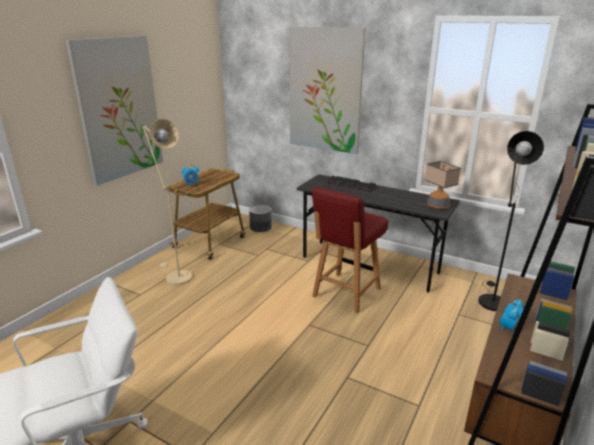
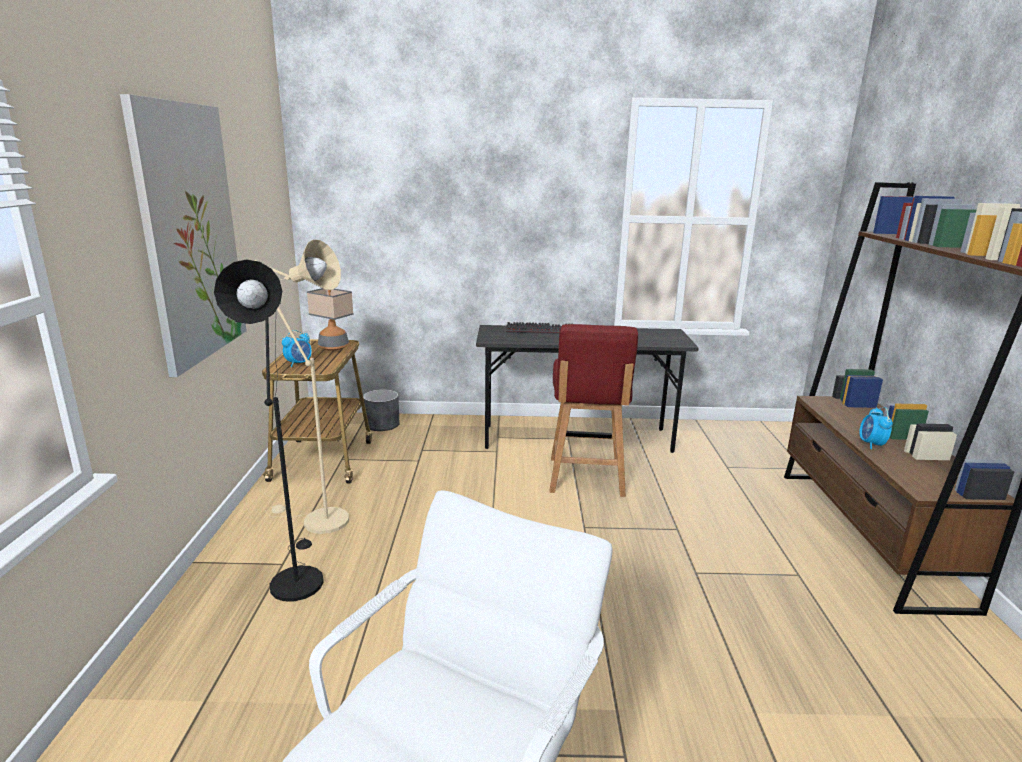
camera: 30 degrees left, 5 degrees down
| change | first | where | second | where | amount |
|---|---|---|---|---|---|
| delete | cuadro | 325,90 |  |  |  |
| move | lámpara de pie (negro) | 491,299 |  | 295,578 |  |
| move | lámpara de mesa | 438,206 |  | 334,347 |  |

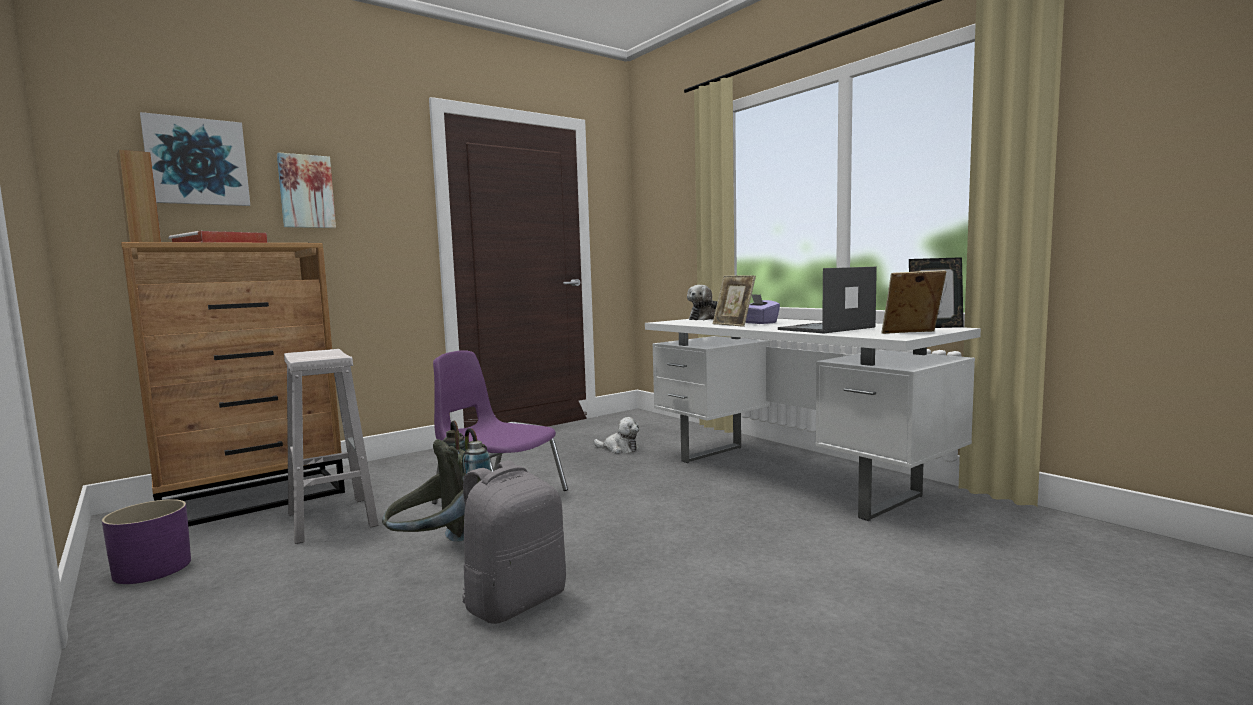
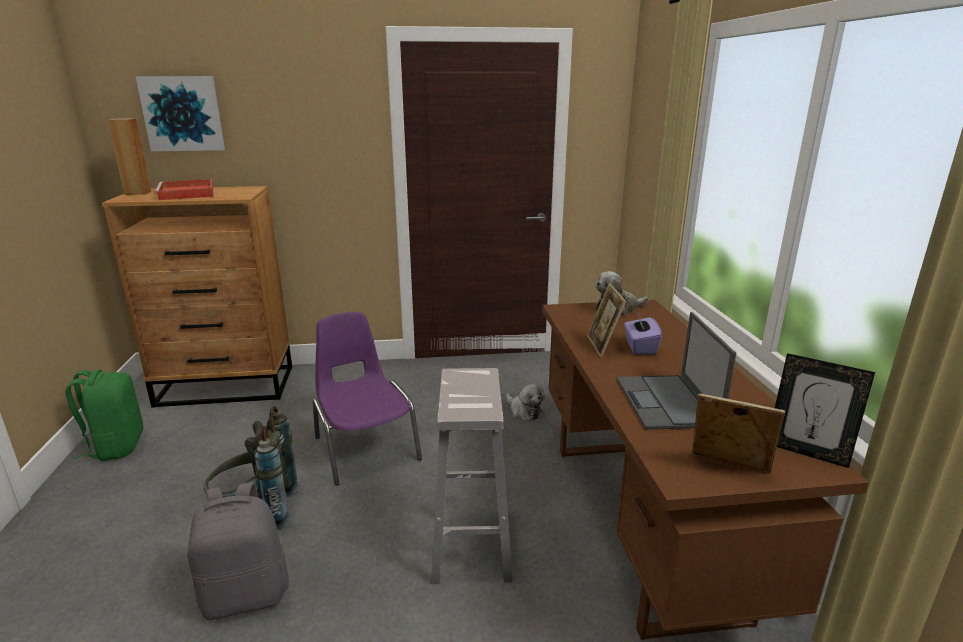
camera: 30 degrees right, 15 degrees up
| change | first | where | second | where | amount |
|---|---|---|---|---|---|
| delete | cuadro | 306,191 |  |  |  |
| rotate | portátil | 826,328 |  | 667,402 | 90 degrees counterclockwise |
| recolor | escritorio (blanco) | 791,477 | escritorio (marrón) | 641,523 |  |
| move | taburete (blanco) | 331,519 |  | 471,544 |  |
| replace | maceta (morado) | 152,569 | mochila (verde) | 116,446 |  |

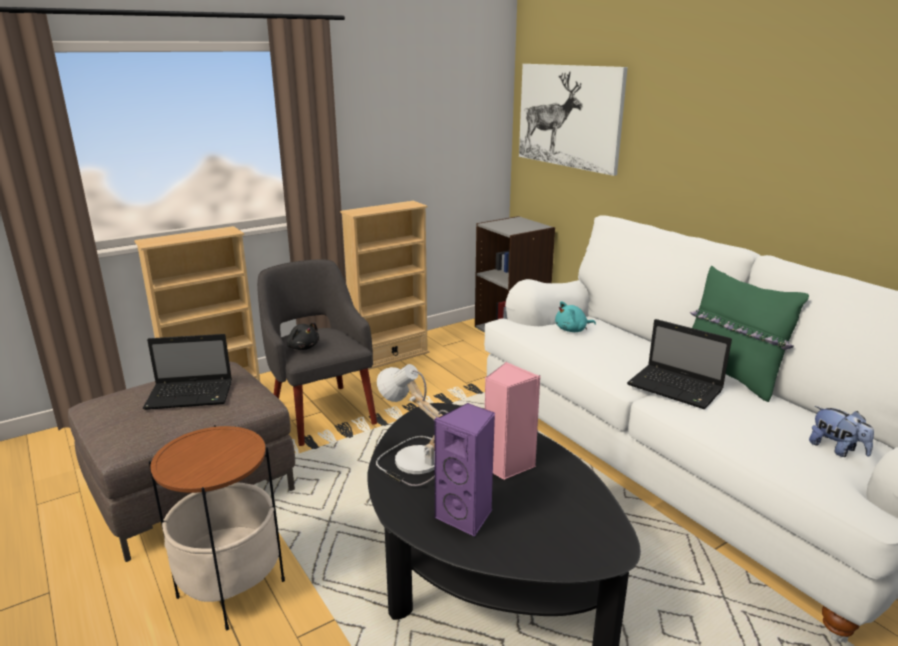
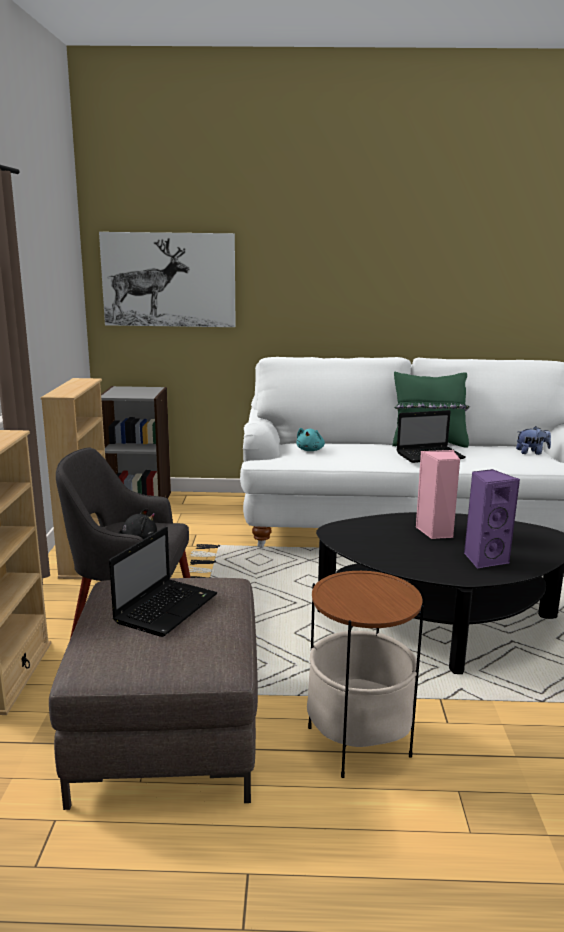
camera: 55 degrees left, 5 degrees down
| change | first | where | second | where | amount |
|---|---|---|---|---|---|
| delete | lámpara de mesa | 412,461 |  |  |  |

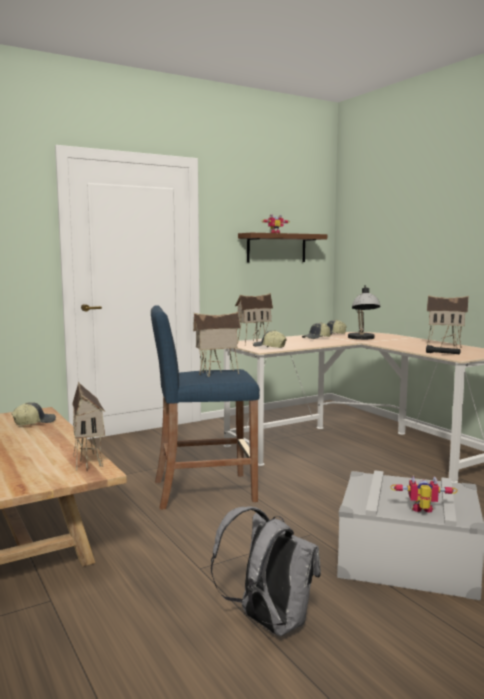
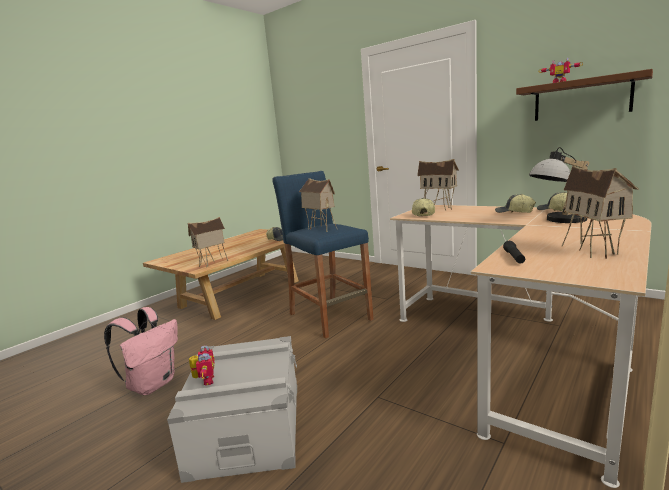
camera: 70 degrees right, 5 degrees up
| change | first | where | second | where | amount |
|---|---|---|---|---|---|
| recolor | mochila (gris) | 268,622 | mochila (rosa) | 153,384 |  |

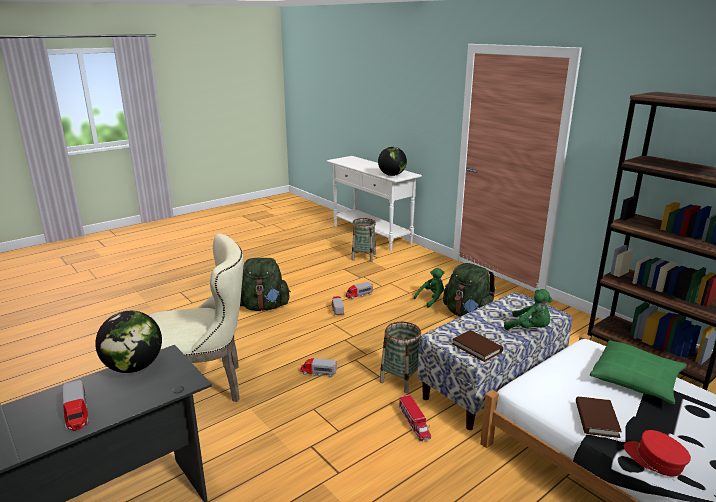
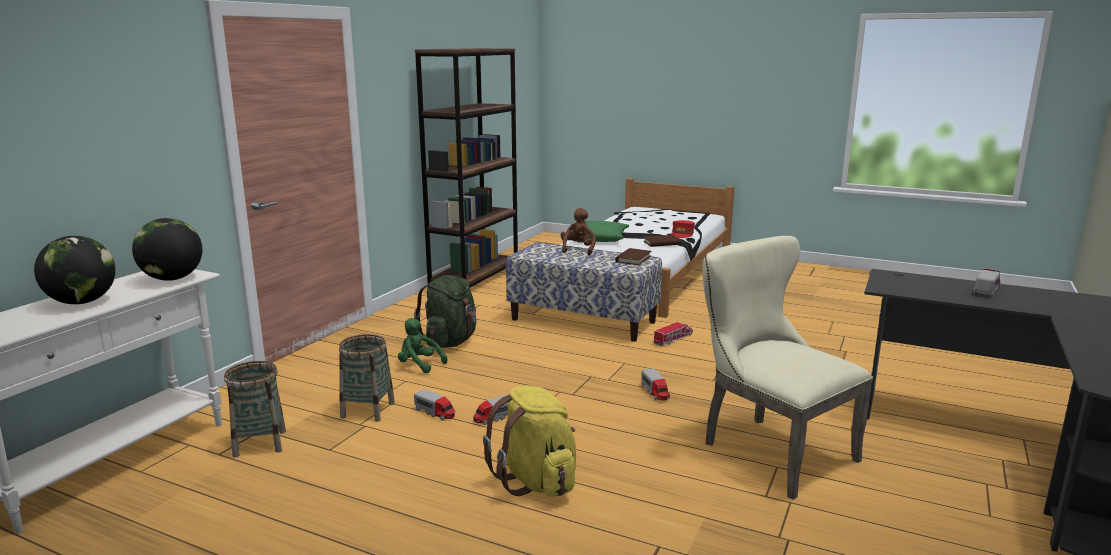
camera: 115 degrees left, 5 degrees down
| change | first | where | second | where | amount |
|---|---|---|---|---|---|
| recolor | mochila (verde) | 263,307 | mochila (amarillo) | 536,481 |  |
| recolor | peluche (verde) | 530,328 | peluche (marrón) | 578,250 |  |
| move | globo terráqueo | 134,367 |  | 82,302 |  |
| move | cesta | 401,379 |  | 368,410 |  |

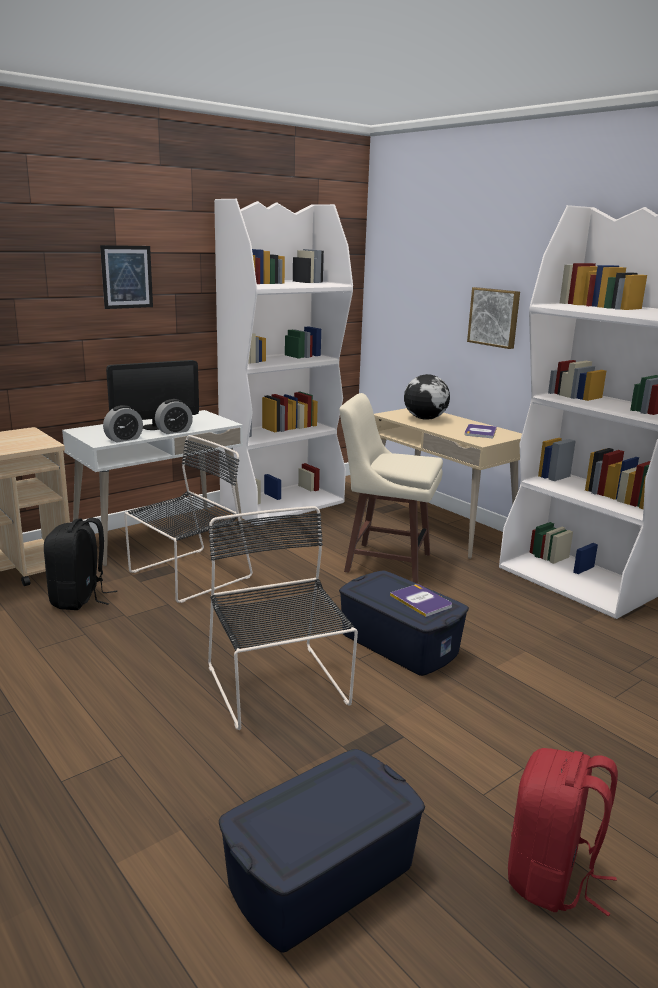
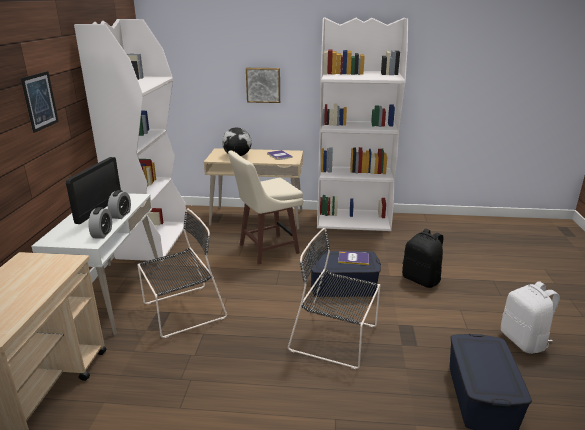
camera: 45 degrees left, 5 degrees up
| change | first | where | second | where | amount |
|---|---|---|---|---|---|
| rotate | silla (negro) | 187,576 |  | 181,311 | 60 degrees clockwise |
| move | mochila (negro) | 79,599 |  | 421,280 |  |
| recolor | mochila (rojo) | 552,877 | mochila (blanco) | 524,341 |  |

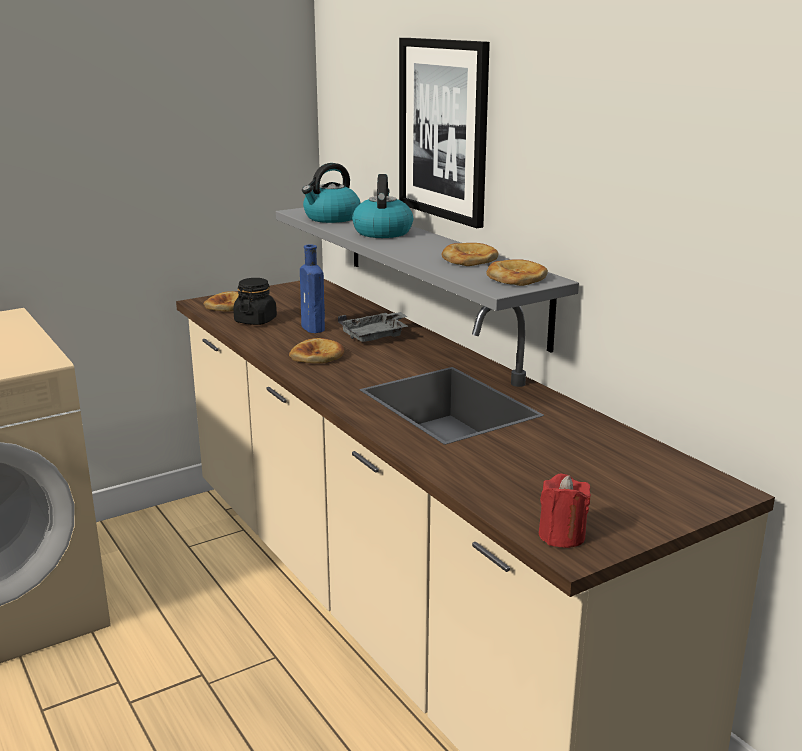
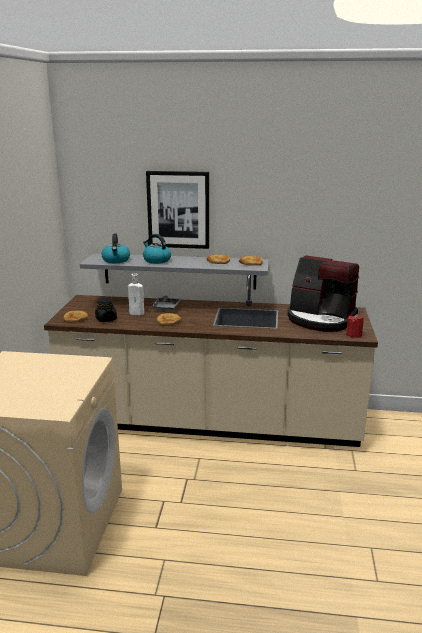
camera: 50 degrees left, 0 degrees up
| change | first | where | second | where | amount |
|---|---|---|---|---|---|
| recolor | botella (azul) | 314,329 | botella (blanco) | 138,313 |  |
| insert |  |  | cafetera | 320,319 |  |

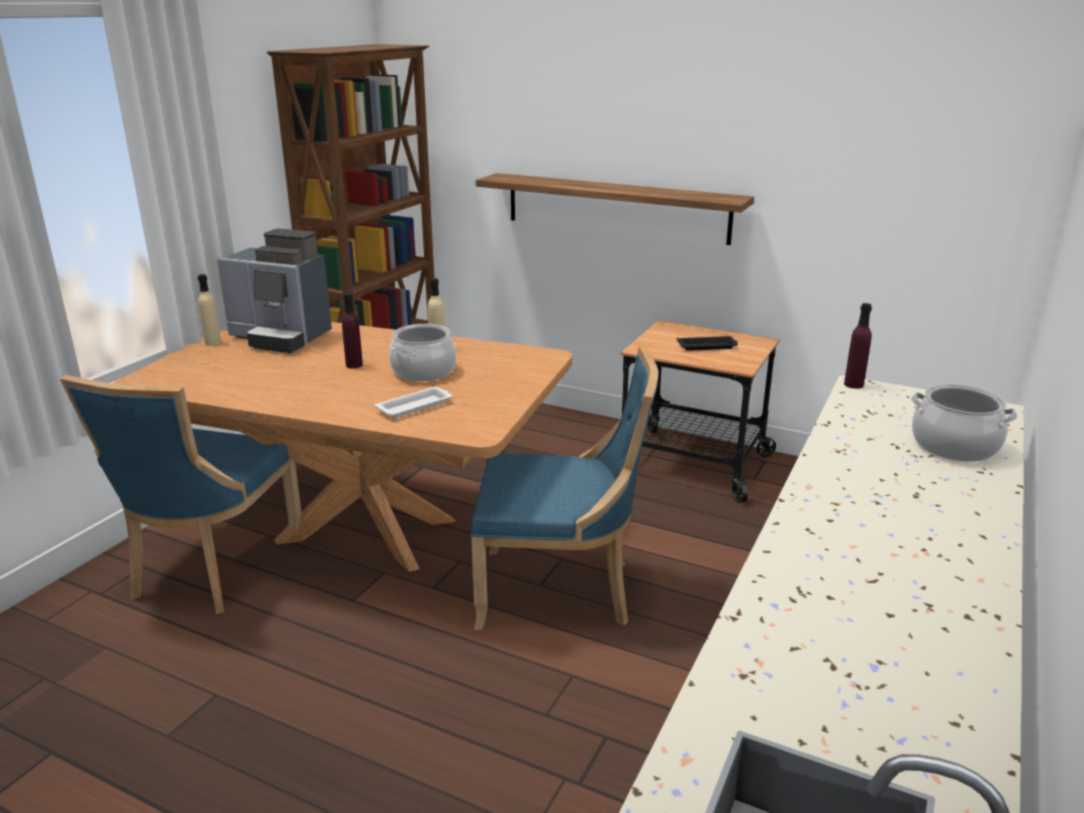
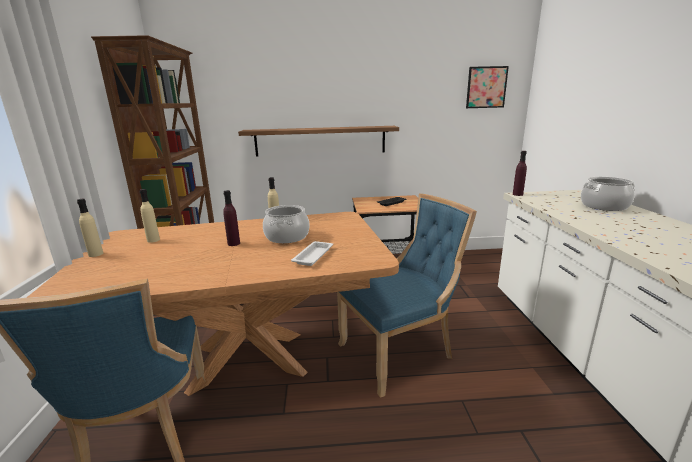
camera: 30 degrees left, 5 degrees down
| change | first | where | second | where | amount |
|---|---|---|---|---|---|
| replace | cafetera | 281,337 | botella (beis) | 153,240 |  |
| insert |  |  | cuadro | 486,87 |  |

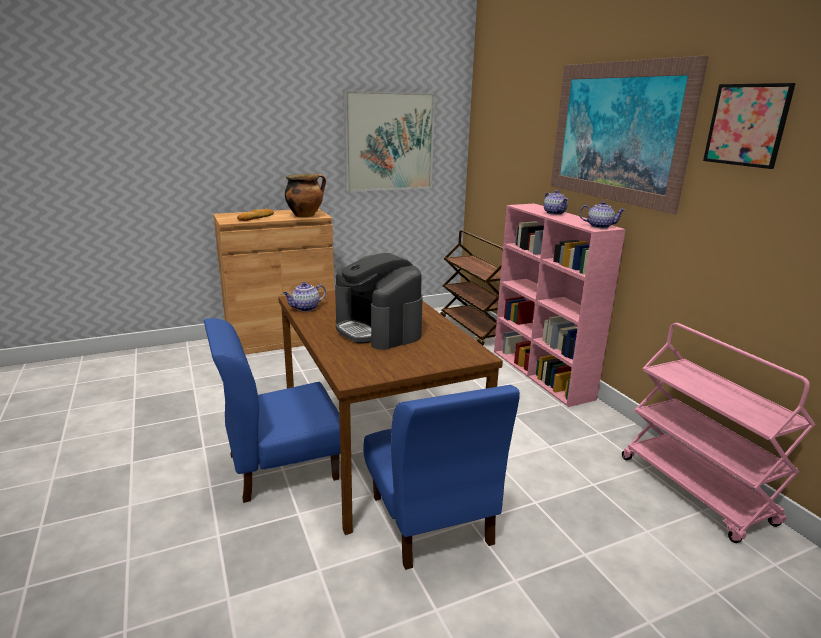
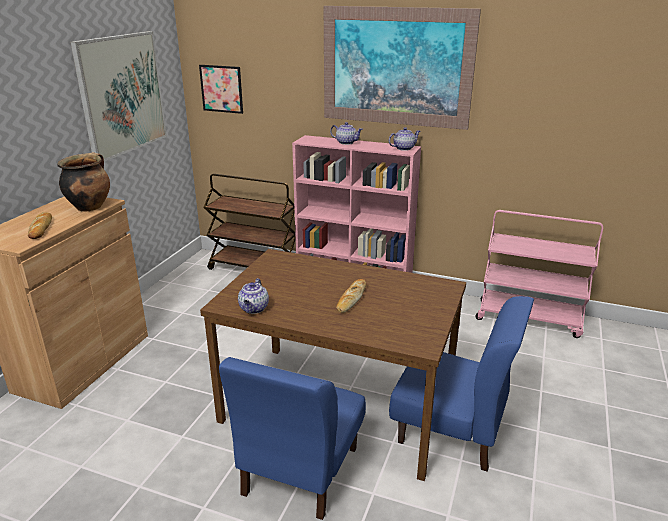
camera: 45 degrees left, 5 degrees up
| change | first | where | second | where | amount |
|---|---|---|---|---|---|
| move | cuadro | 746,125 |  | 221,89 |  |
| replace | cafetera | 378,329 | pan | 351,298 |  |

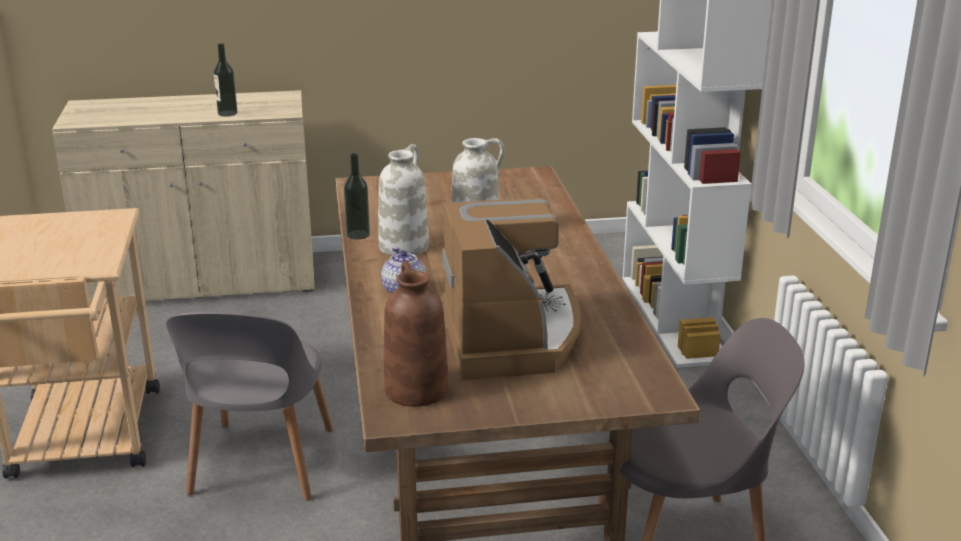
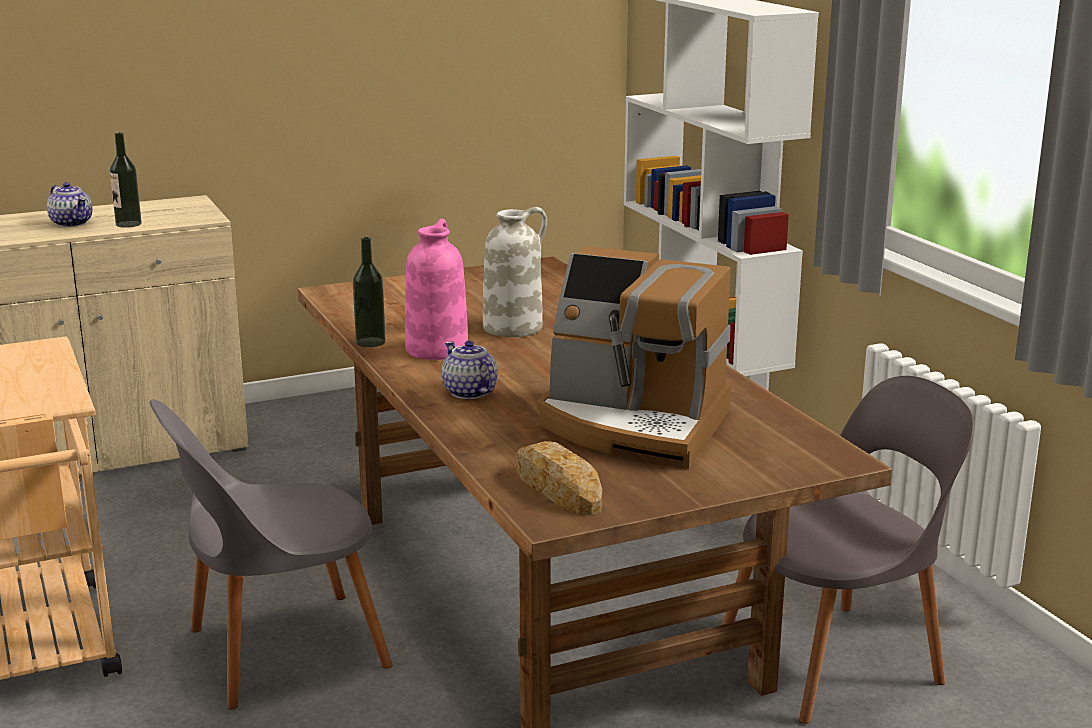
camera: 15 degrees left, 5 degrees down
| change | first | where | second | where | amount |
|---|---|---|---|---|---|
| recolor | florero (blanco) | 403,247 | florero (rosa) | 436,349 |  |
| rotate | cafetera | 512,338 |  | 633,425 | 135 degrees clockwise |
| replace | florero (marrón) | 415,390 | pan | 557,488 |  |
| rotate | silla (gris) | 260,465 |  | 278,651 | 75 degrees clockwise |
| insert |  |  | tetera | 72,223 |  |

